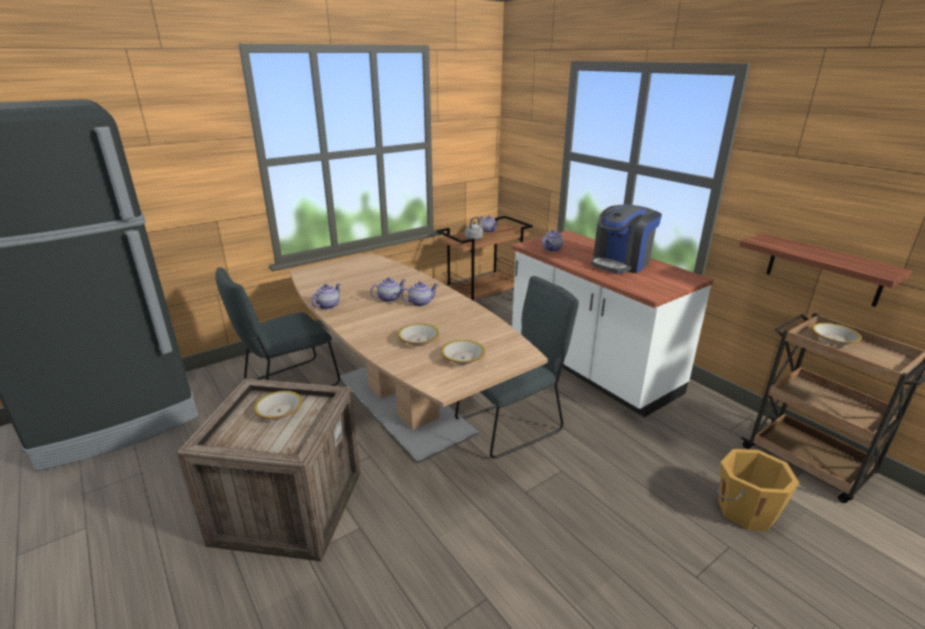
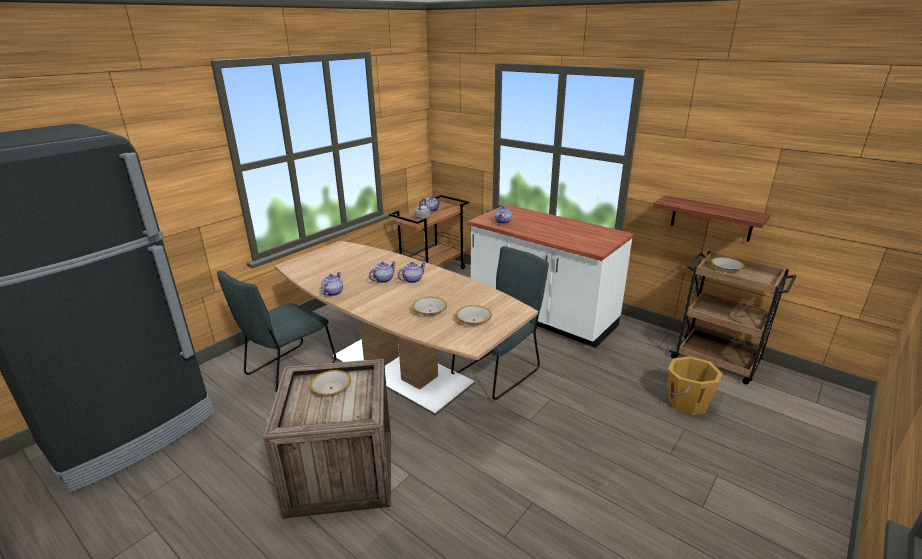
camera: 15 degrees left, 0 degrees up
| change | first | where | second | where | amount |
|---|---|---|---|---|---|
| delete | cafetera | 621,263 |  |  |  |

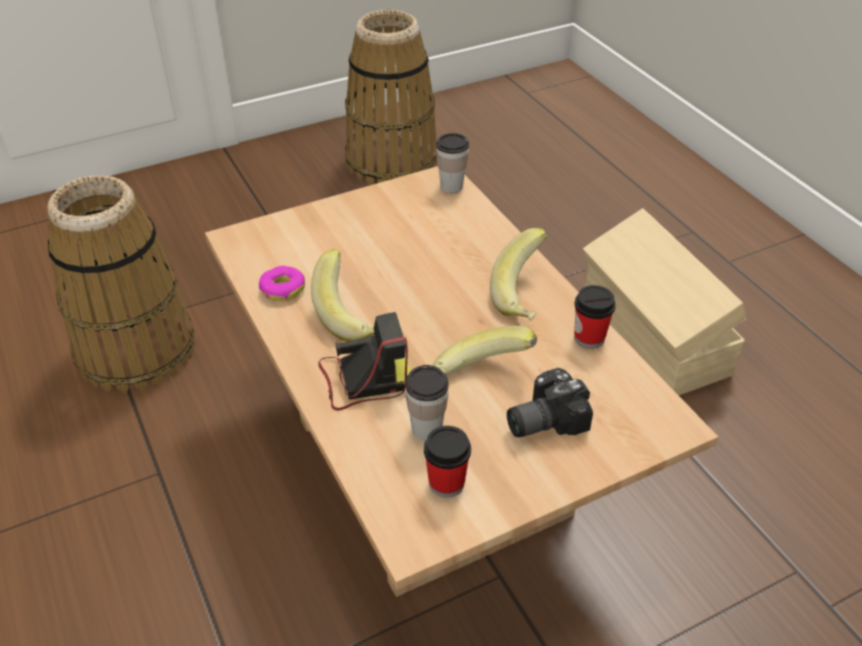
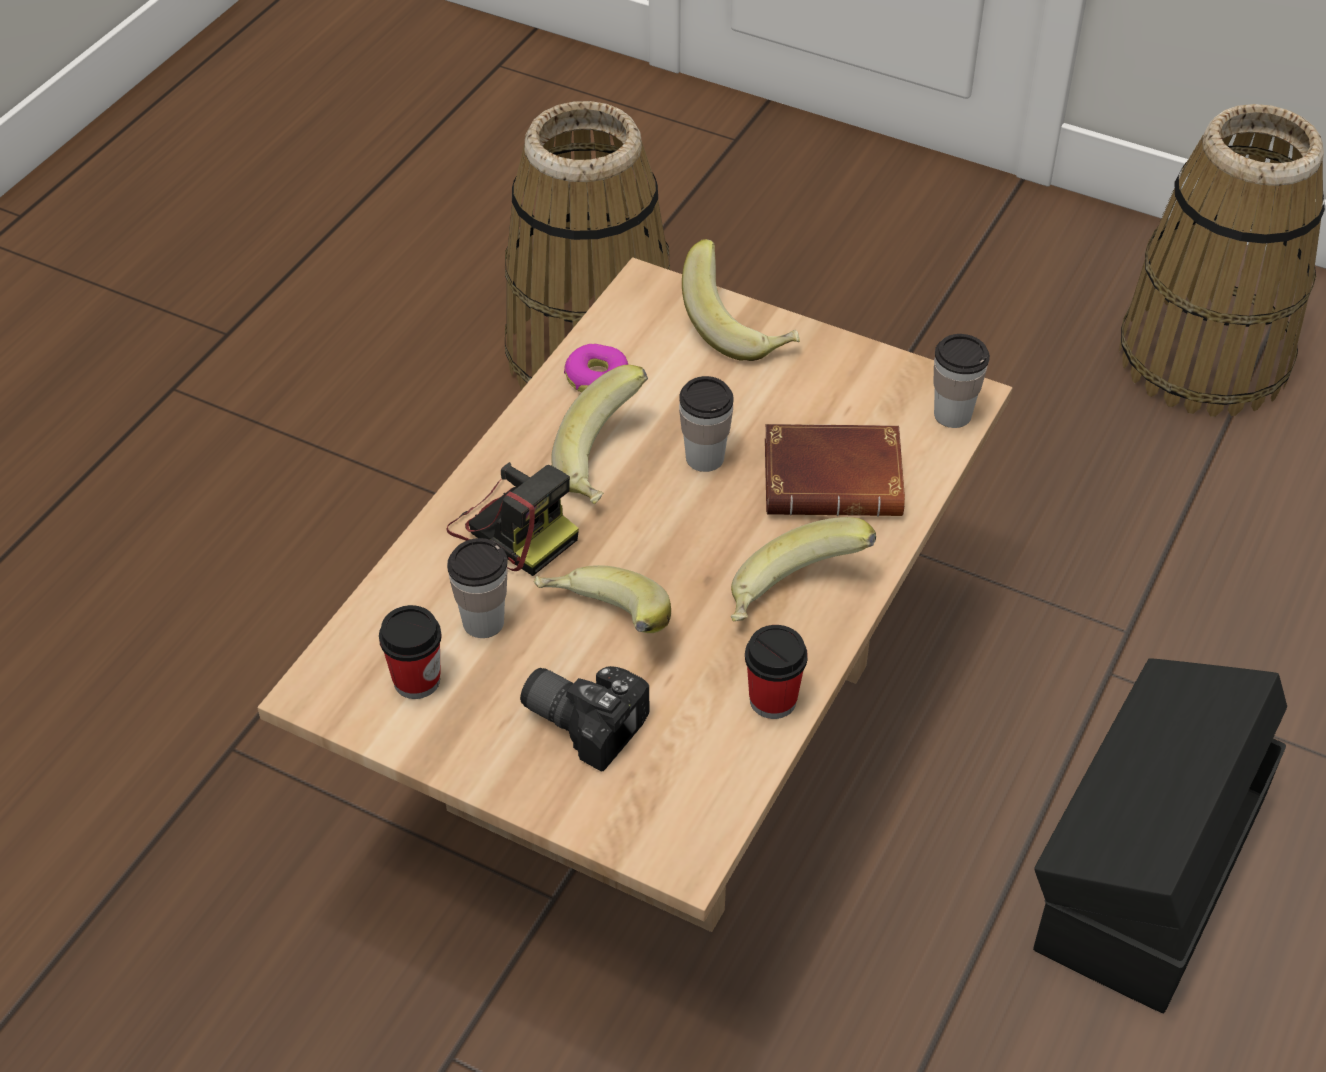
camera: 55 degrees right, 5 degrees up
| change | first | where | second | where | amount |
|---|---|---|---|---|---|
| recolor | caja de almacenaje (beis) | 653,337 | caja de almacenaje (negro) | 1146,871 |  |
| insert |  |  | plátano | 740,328 |  |
| insert |  |  | taza | 705,458 |  |
| insert |  |  | libro (marrón) | 836,479 |  |

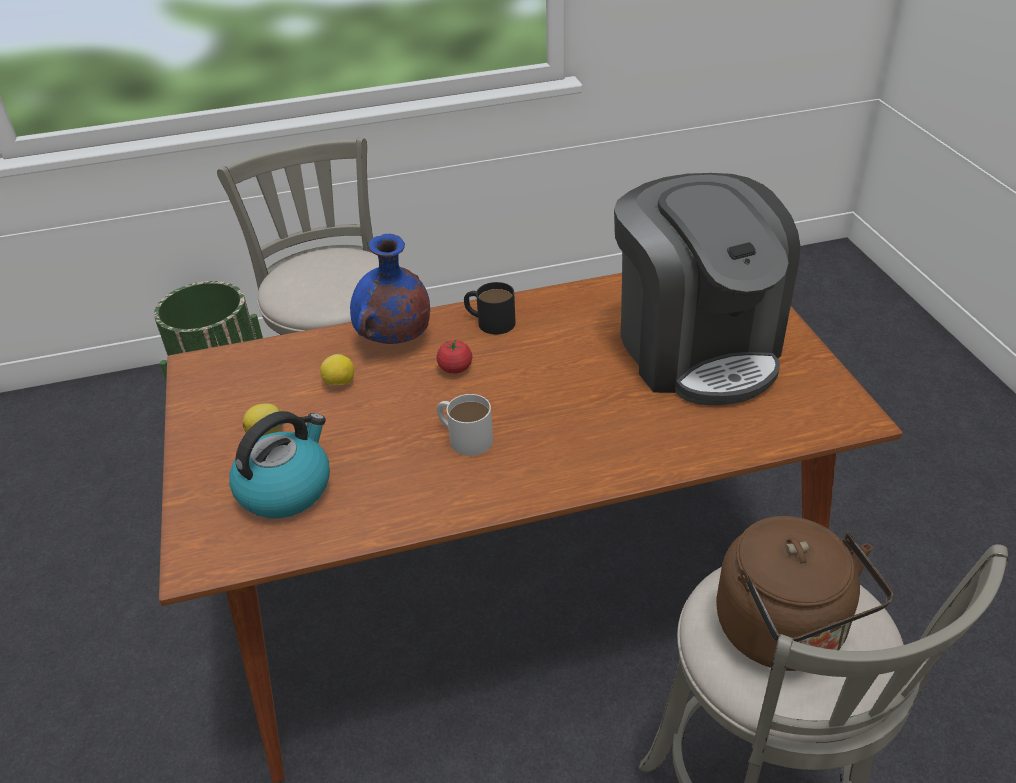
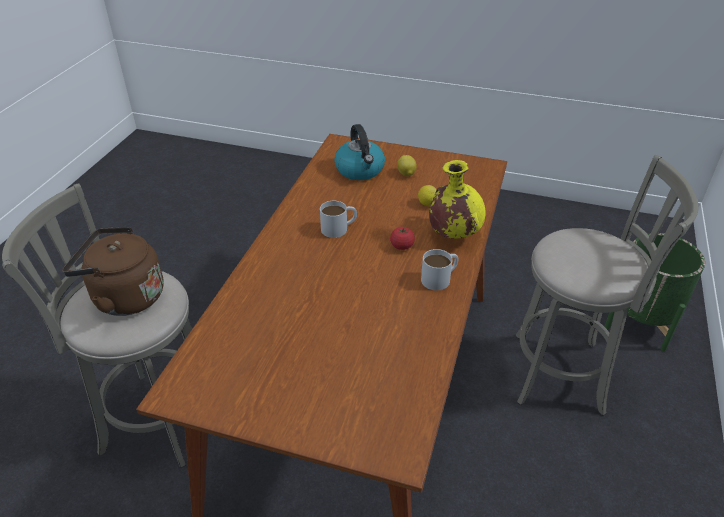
camera: 120 degrees right, 0 degrees up
| change | first | where | second | where | amount |
|---|---|---|---|---|---|
| delete | cafetera | 696,348 |  |  |  |
| recolor | florero (azul) | 394,340 | florero (amarillo) | 453,233 |  |
| recolor | taza grande (negro) | 489,321 | taza grande (blanco) | 440,278 |  |

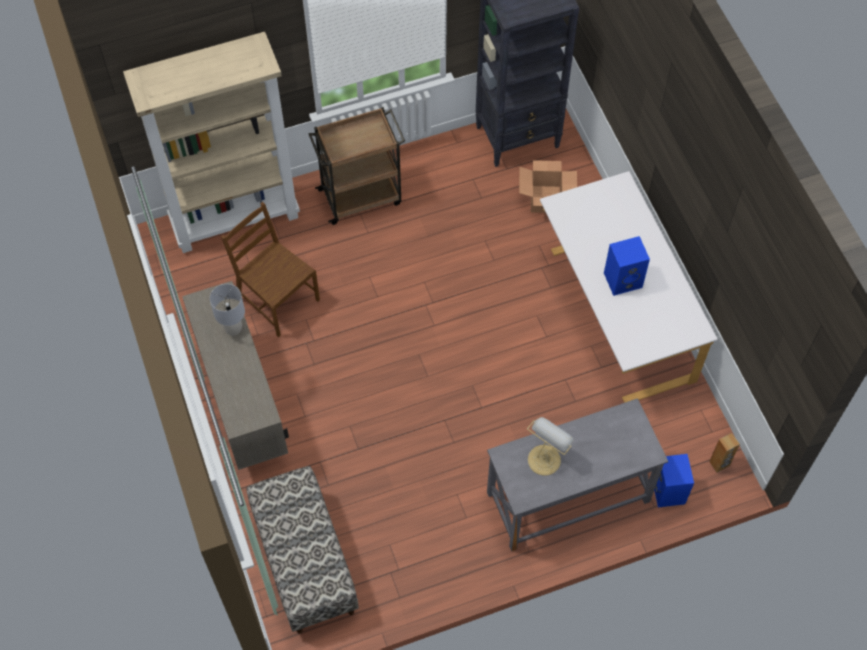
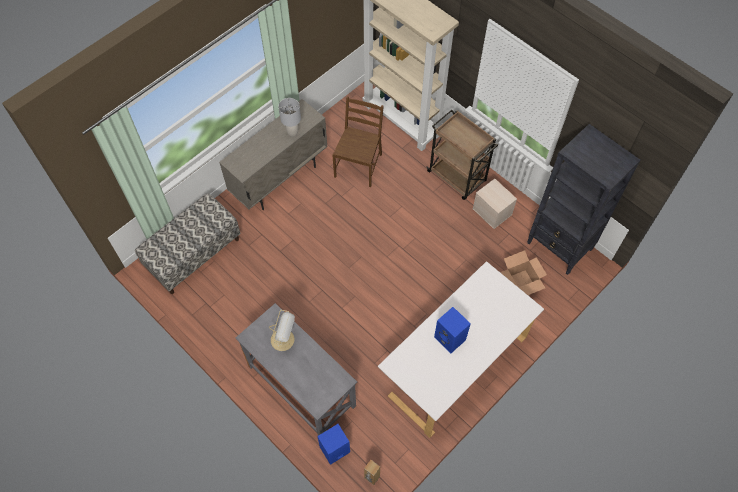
camera: 65 degrees right, 0 degrees up
| change | first | where | second | where | amount |
|---|---|---|---|---|---|
| insert |  |  | caja de almacenaje (beis) | 492,211 |  |

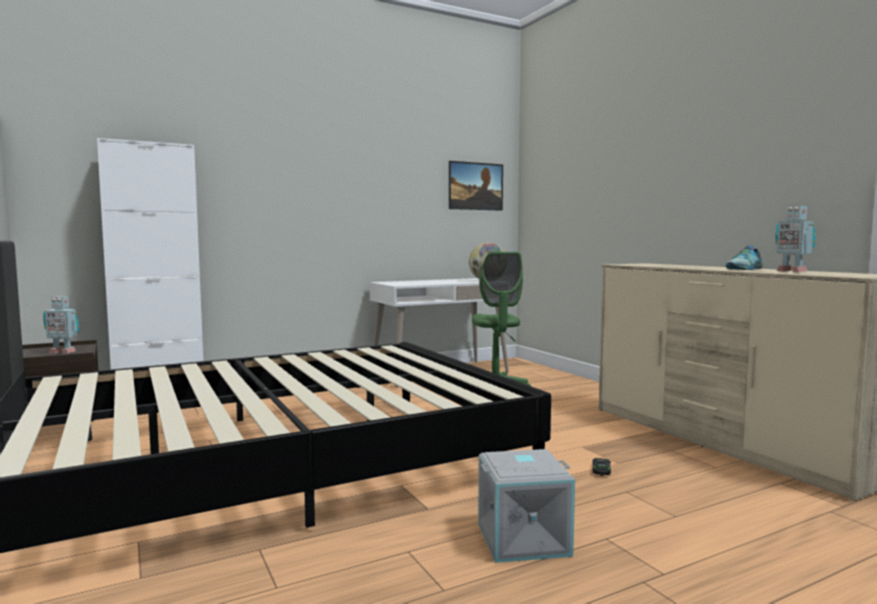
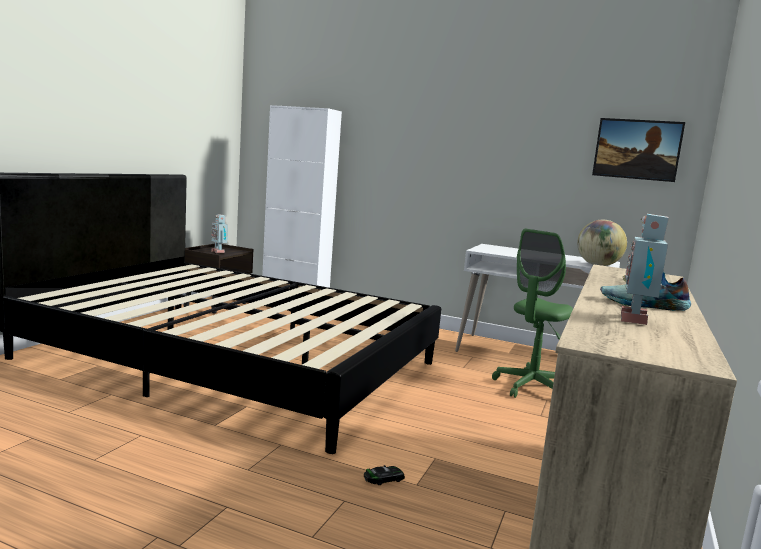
camera: 50 degrees right, 5 degrees up
| change | first | where | second | where | amount |
|---|---|---|---|---|---|
| delete | caja de almacenaje (gris) | 523,538 |  |  |  |

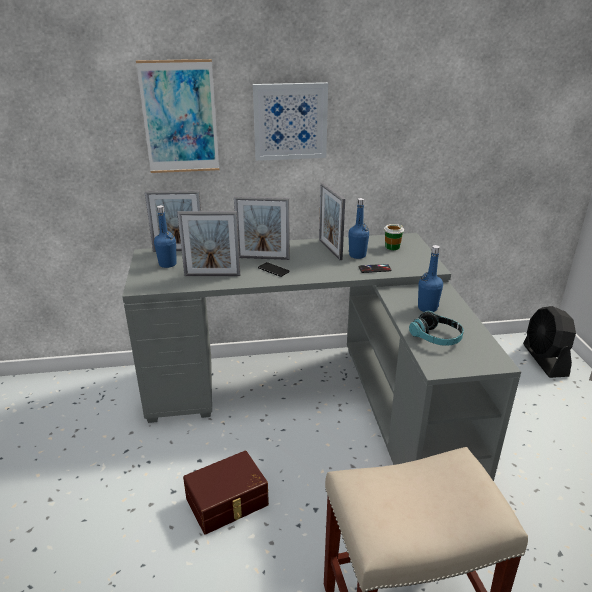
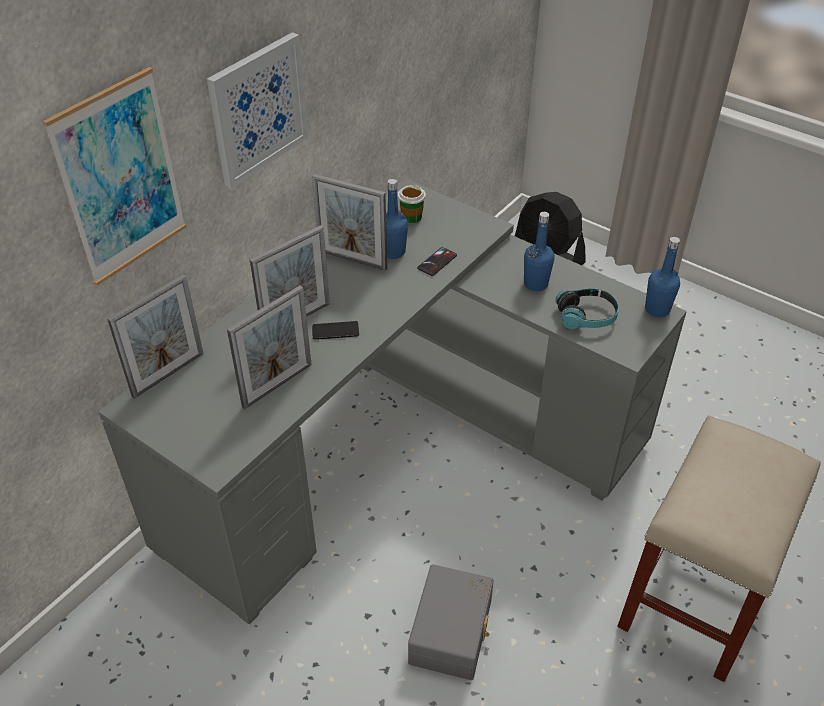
camera: 45 degrees left, 15 degrees up
| change | first | where | second | where | amount |
|---|---|---|---|---|---|
| move | botella (azul) | 167,264 |  | 657,309 |  |
| recolor | caja de almacenaje (marrón) | 228,502 | caja de almacenaje (gris) | 453,631 |  |

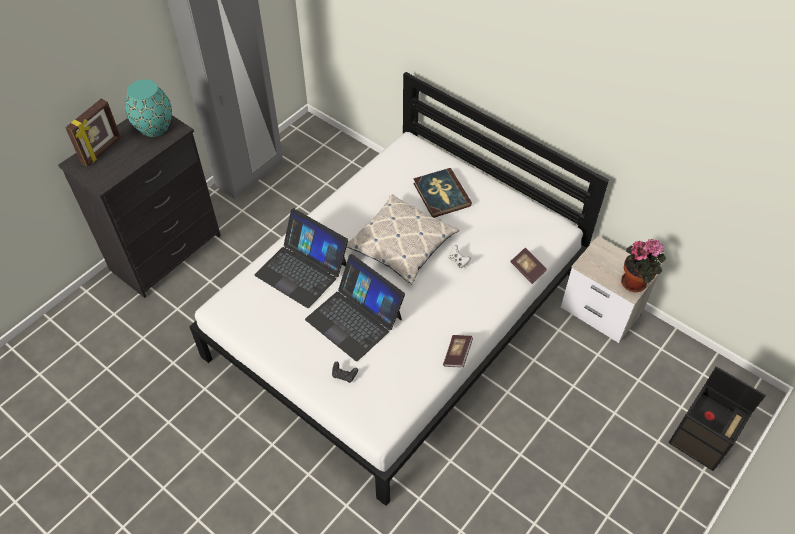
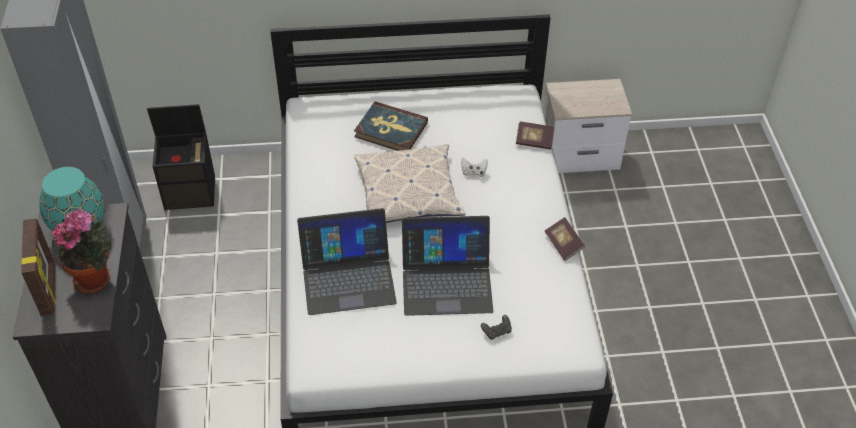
camera: 45 degrees left, 5 degrees down
| change | first | where | second | where | amount |
|---|---|---|---|---|---|
| move | planta en maceta | 636,283 |  | 95,278 |  |
| move | caja de almacenaje (negro) | 701,441 |  | 191,192 |  |

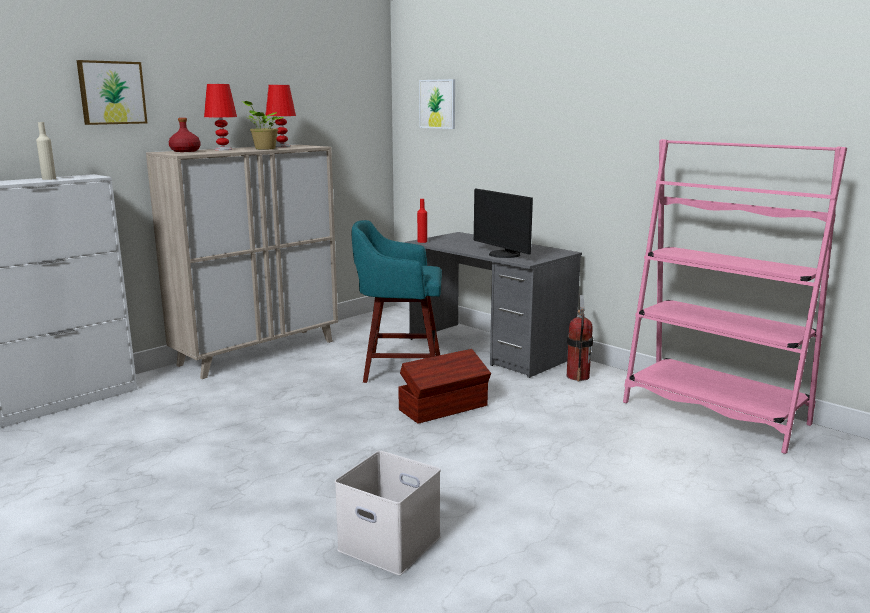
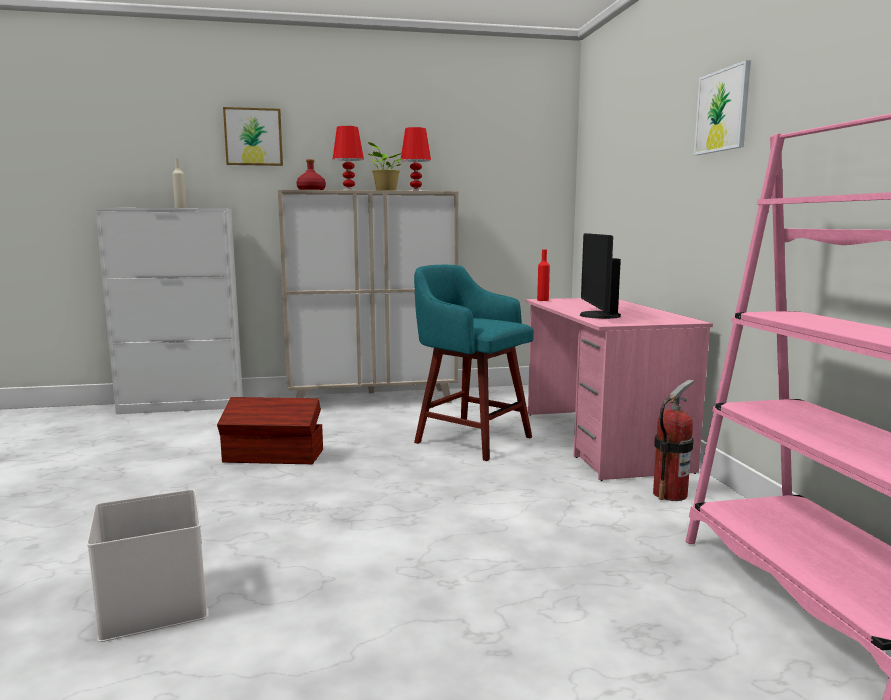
camera: 35 degrees right, 5 degrees down
| change | first | where | second | where | amount |
|---|---|---|---|---|---|
| move | cuadro | 437,104 |  | 722,111 |  |
| recolor | escritorio (gris) | 488,349 | escritorio (rosa) | 601,440 |  |
| move | caja de almacenaje (marrón) | 444,408 |  | 274,456 |  |

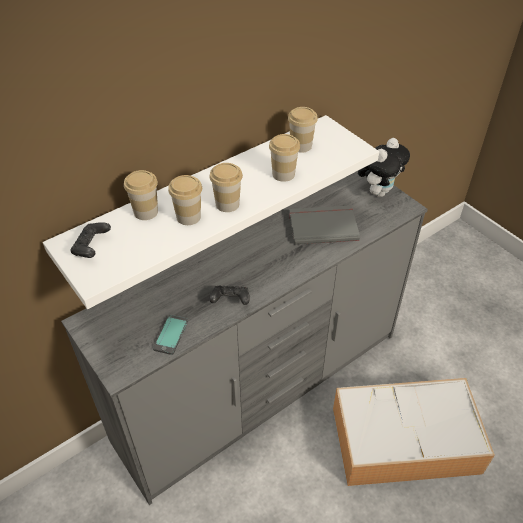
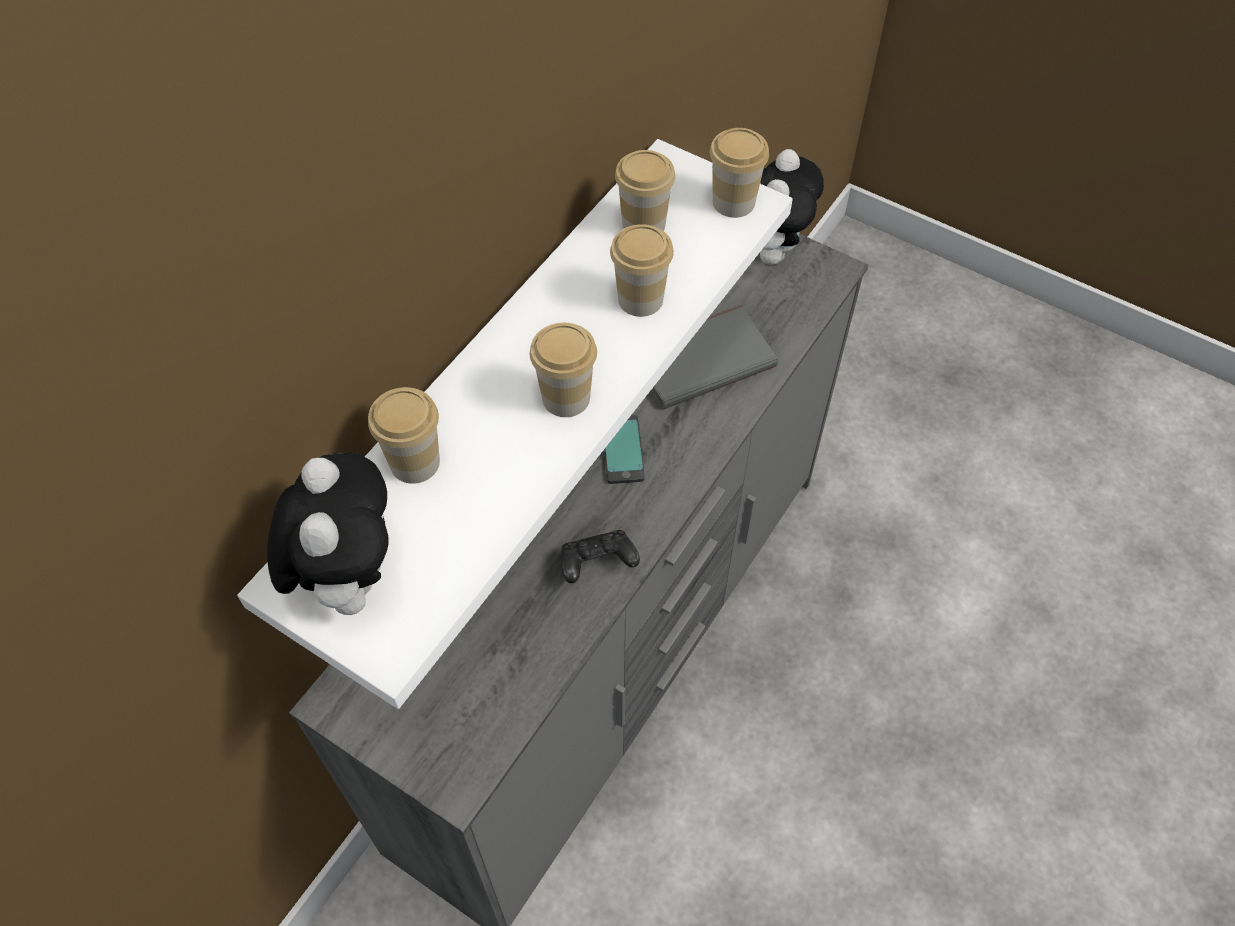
camera: 20 degrees left, 10 degrees up
| change | first | where | second | where | amount |
|---|---|---|---|---|---|
| move | taza | 188,217 |  | 733,202 |  |
| replace | mando de consola (negro) | 92,248 | peluche | 348,577 |  |
| move | móvil | 171,335 |  | 623,450 |  |
| delete | caja de almacenaje | 402,440 |  |  |  |

